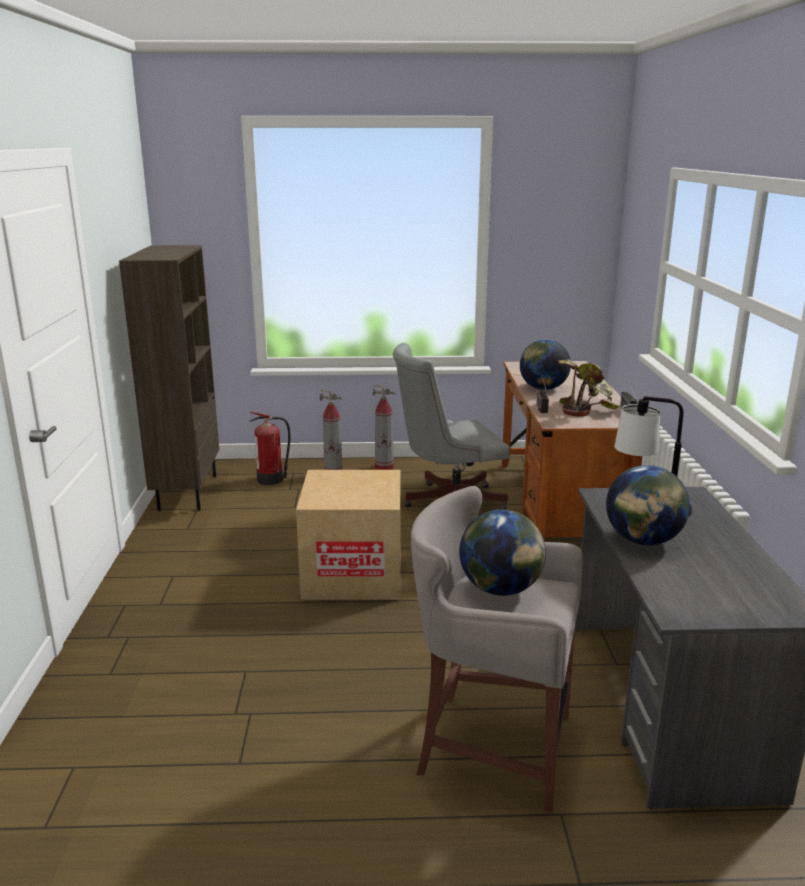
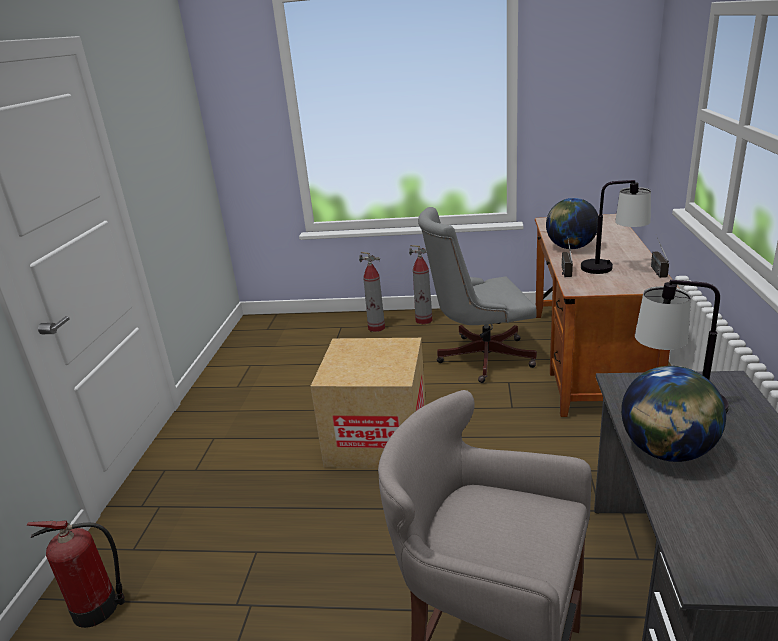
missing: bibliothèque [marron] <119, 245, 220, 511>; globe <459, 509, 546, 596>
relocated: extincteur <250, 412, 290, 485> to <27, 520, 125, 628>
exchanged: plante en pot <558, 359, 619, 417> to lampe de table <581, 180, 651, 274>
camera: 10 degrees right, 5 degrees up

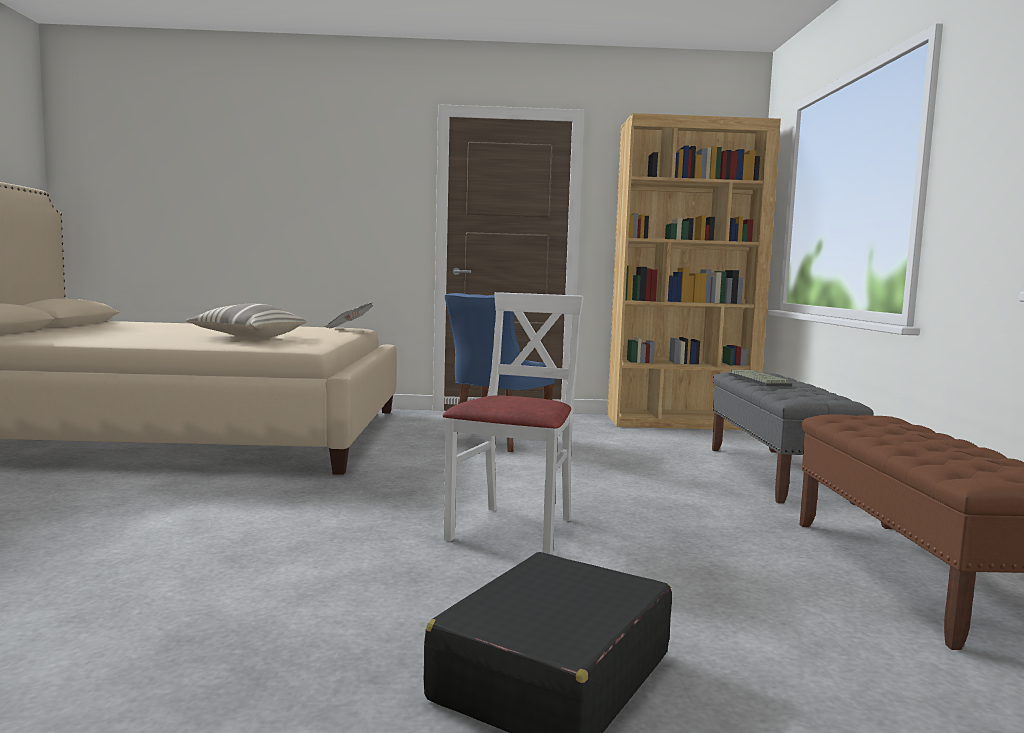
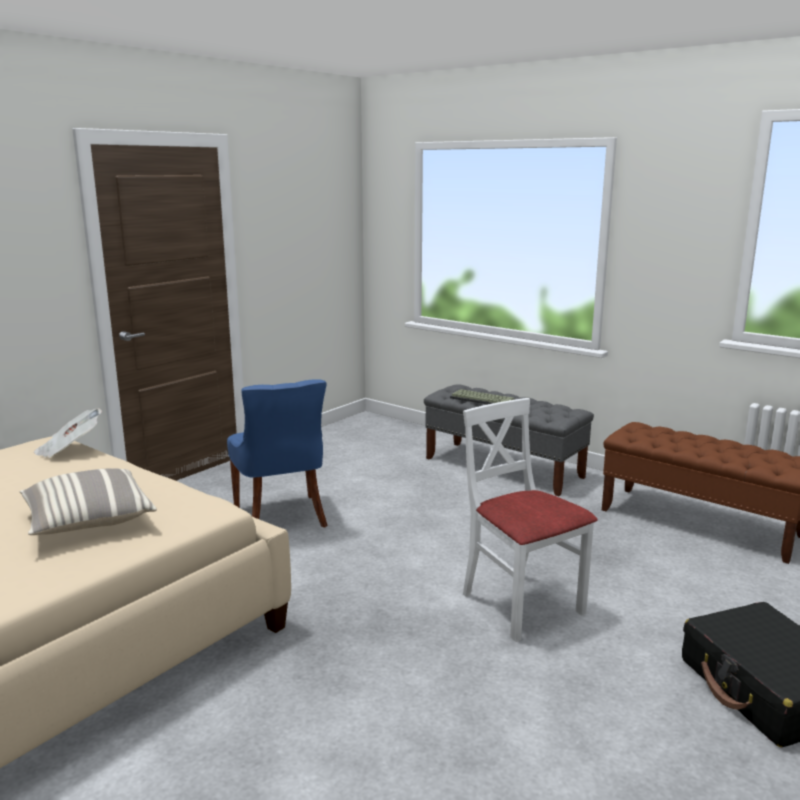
missing: bibliothèque [marron] <607, 113, 781, 430>
camera: 50 degrees left, 10 degrees up

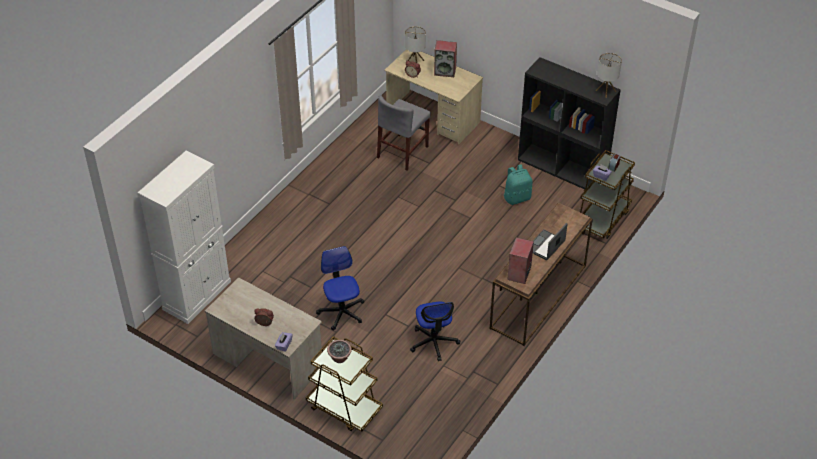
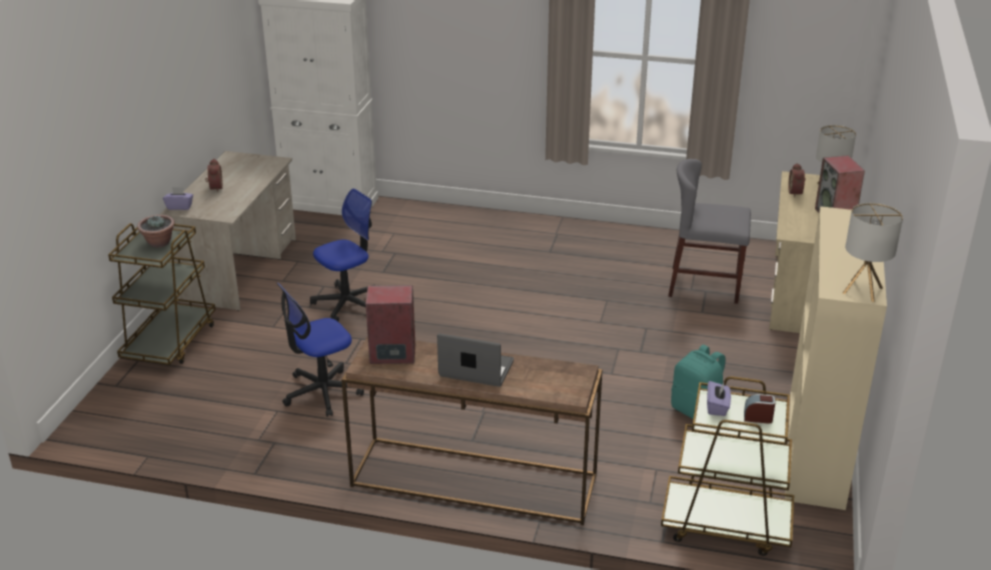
colour: bibliothèque [noir] <518, 57, 621, 189> to bibliothèque [beige] <785, 206, 887, 510>
camera: 70 degrees right, 15 degrees down

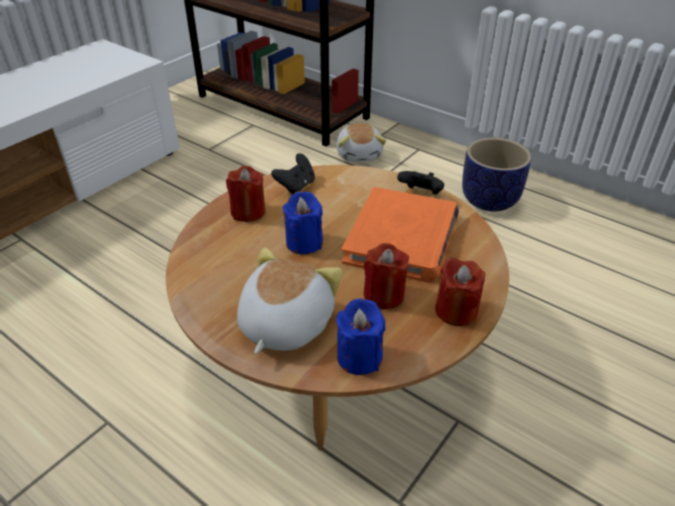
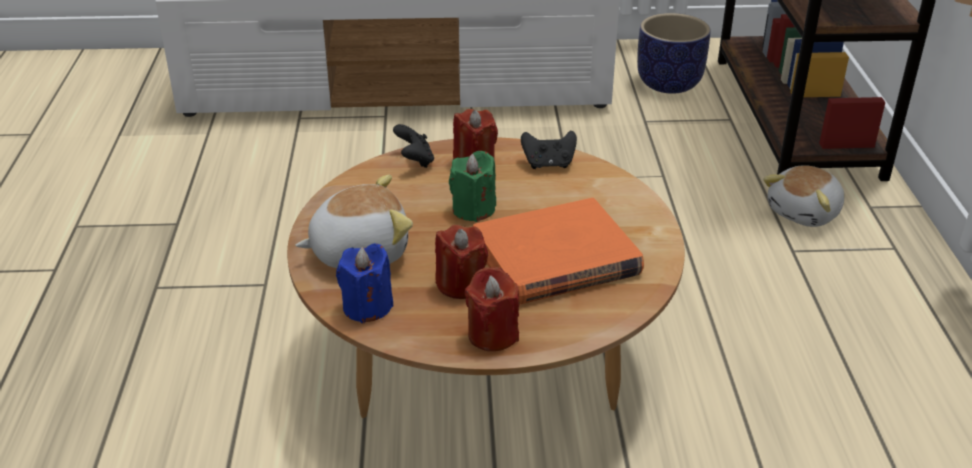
relocated: manette [noir] <397, 171, 444, 194> to <393, 124, 434, 168>; cache-pot <462, 138, 532, 212> to <637, 13, 711, 94>
colour: bougie [bleu] <282, 191, 323, 254> to bougie [vert] <449, 151, 496, 222>
camera: 50 degrees right, 5 degrees down

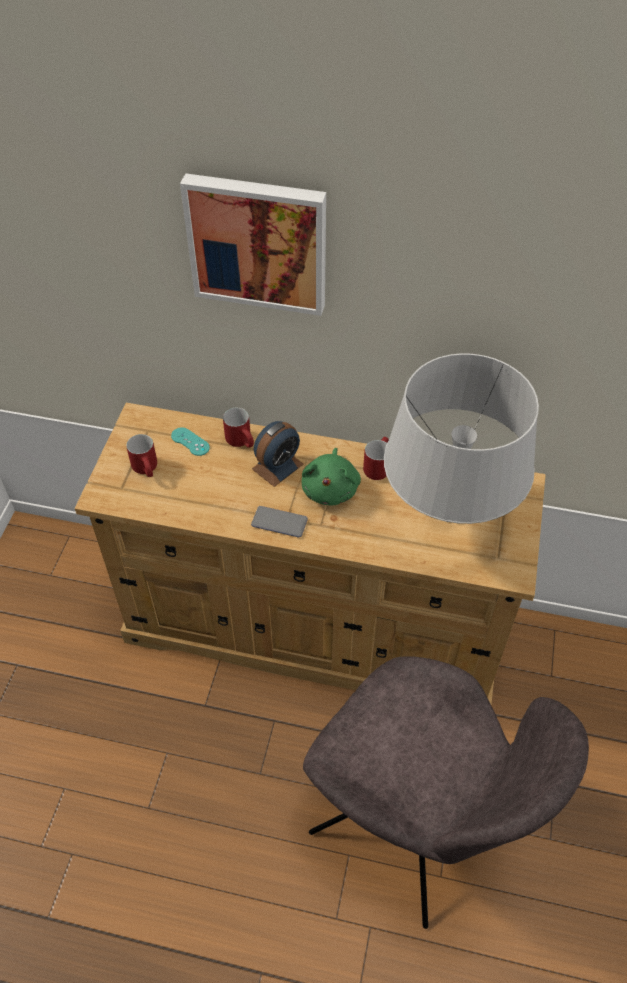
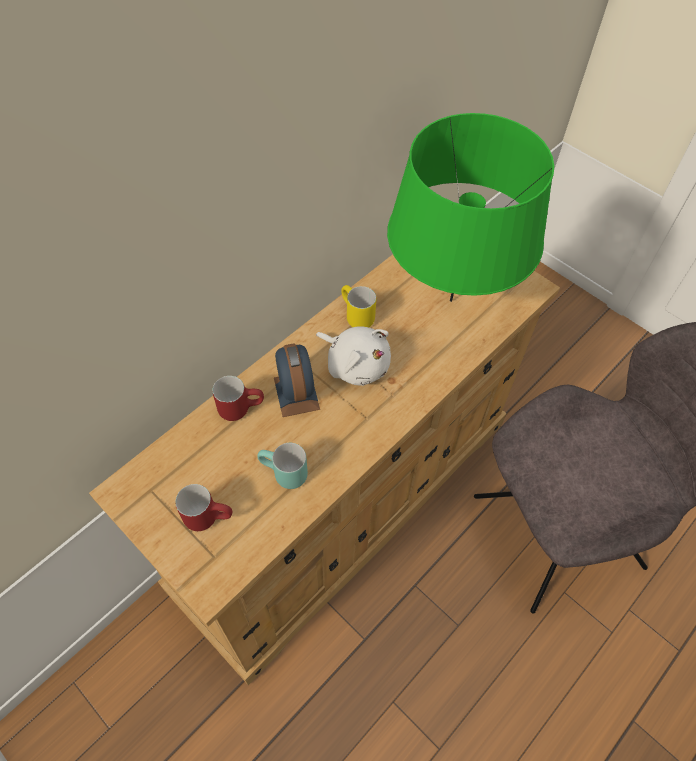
missing: manette [turquoise] <171, 427, 210, 456>; tableau <180, 173, 326, 316>; téléphone <251, 506, 308, 537>
appeared: mug [turquoise] <257, 443, 308, 489>
colour: peluche [vert] <301, 448, 361, 505> to peluche [blanc] <316, 326, 391, 386>; mug [rouge] <363, 437, 389, 480> to mug [jaune] <341, 285, 376, 327>; lampe de table [gris] <384, 353, 539, 524> to lampe de table [vert] <387, 113, 554, 302>
camera: 60 degrees left, 5 degrees up

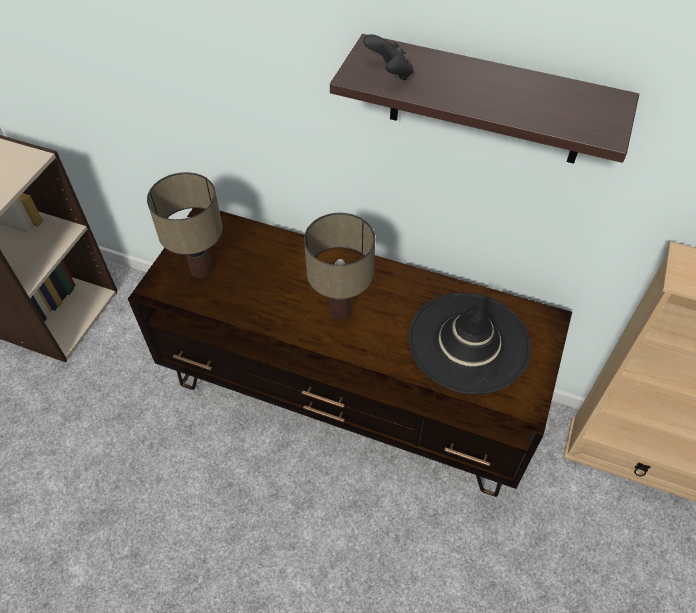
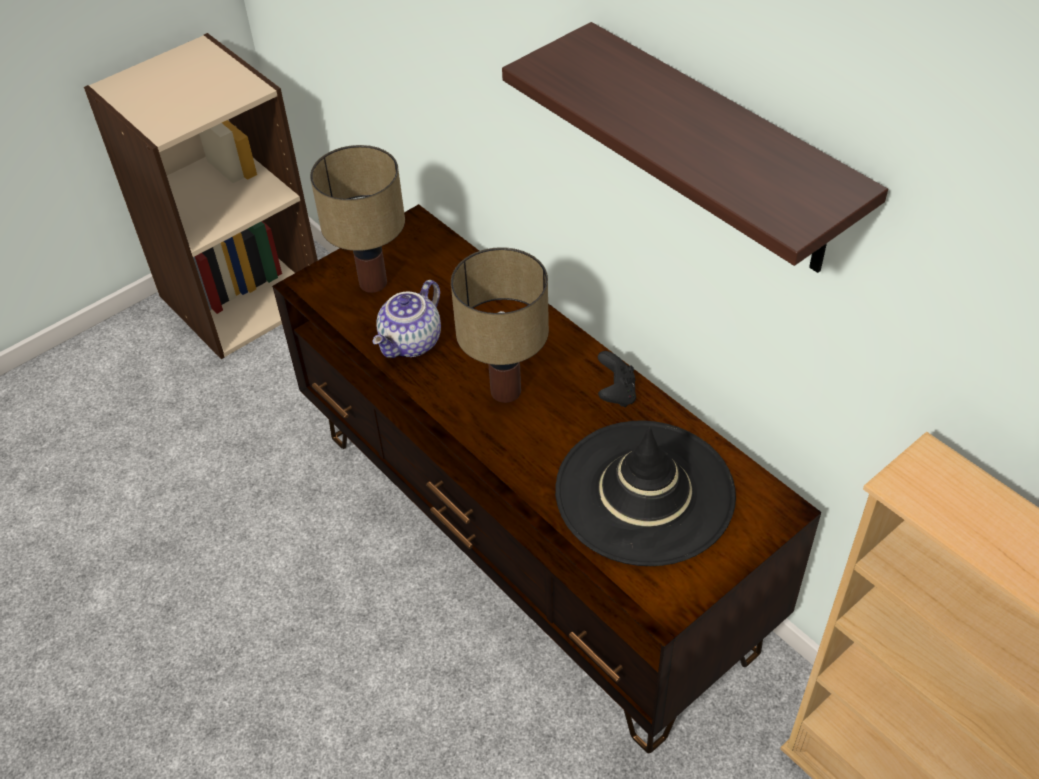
appeared: théière <373, 280, 441, 358>
relocated: manette [noir] <363, 34, 413, 80> to <598, 351, 636, 407>
camera: 30 degrees right, 5 degrees down

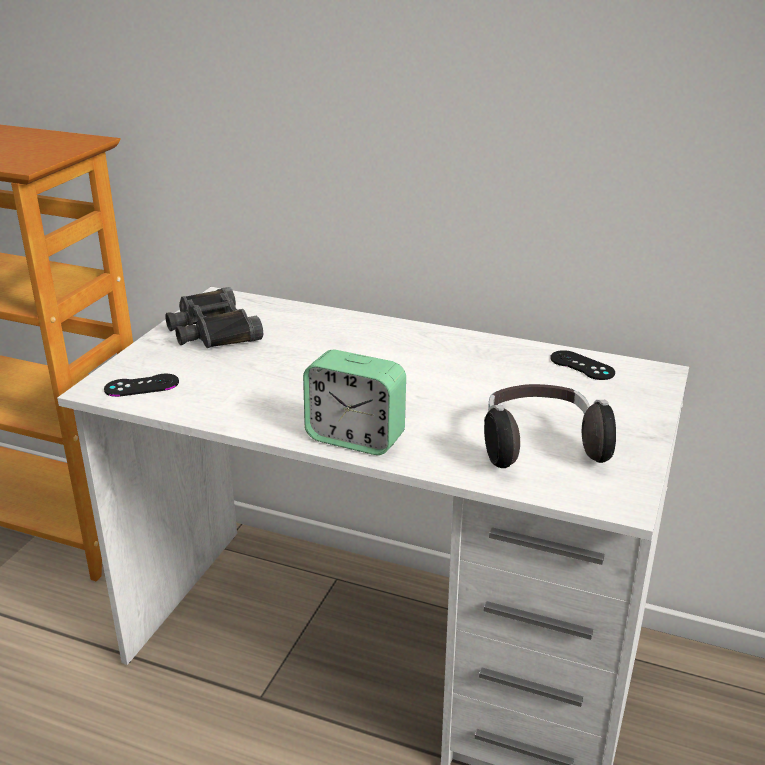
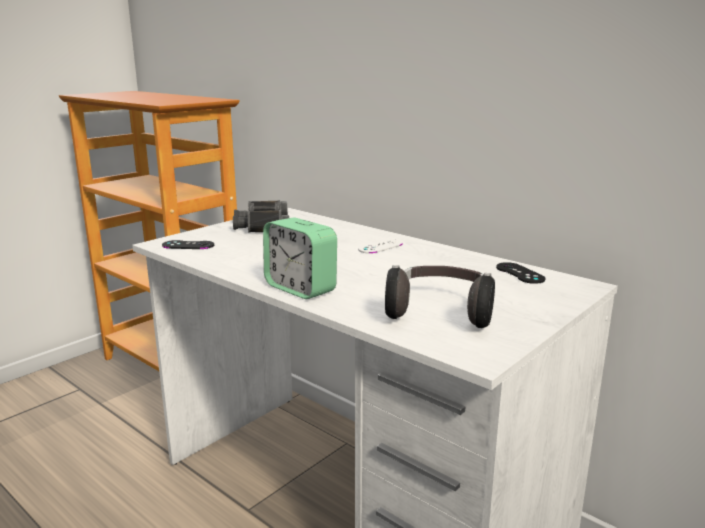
appeared: manette [blanc] <358, 239, 403, 254>
camera: 20 degrees right, 10 degrees down

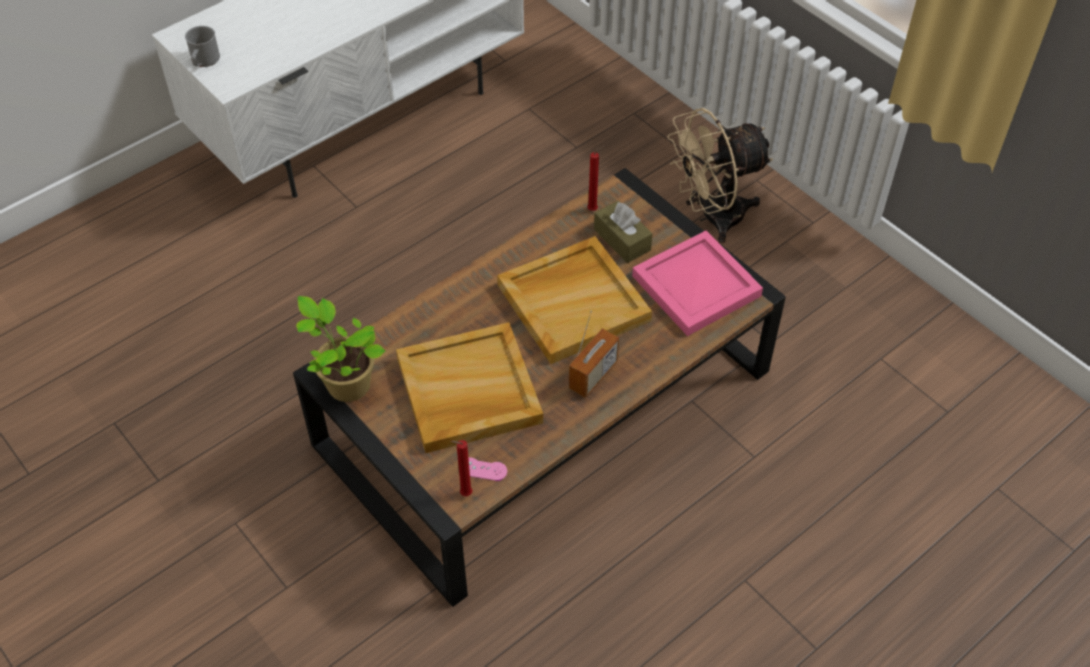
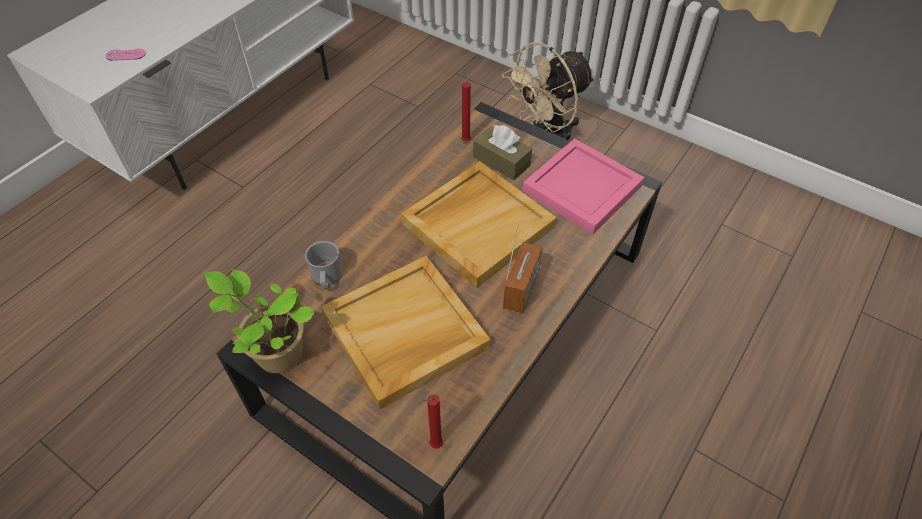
relocated: mug [gris] <185, 26, 220, 67> to <305, 241, 343, 289>; manette [rose] <469, 458, 507, 481> to <106, 48, 146, 61>
camera: 15 degrees left, 0 degrees up

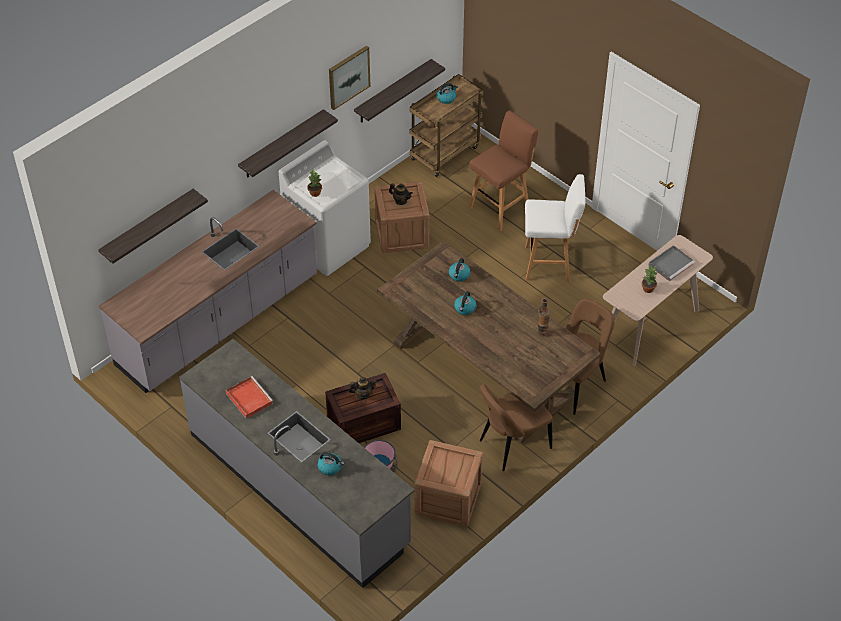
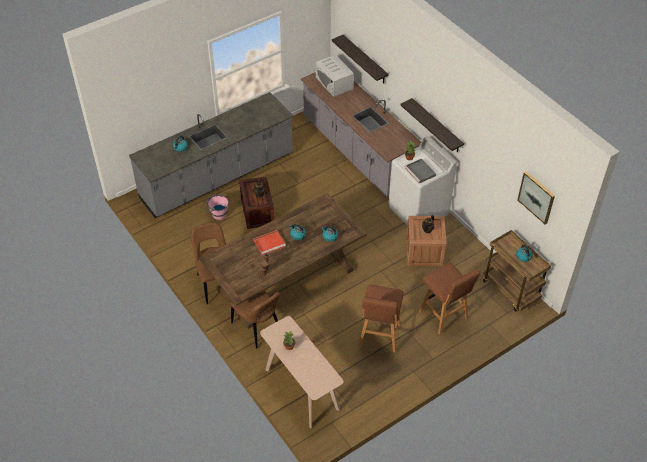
missing: étagère <354, 59, 445, 123>; caisse <414, 440, 483, 527>
appeared: micro-ondes [blanc] <316, 54, 354, 97>
relocated: plateau [rouge] <225, 376, 273, 419> to <253, 230, 286, 255>; tableau <329, 45, 370, 110> to <517, 171, 555, 224>; plateau [gris] <649, 245, 695, 281> to <405, 159, 436, 183>
colour: tabouret [blanc] <525, 174, 585, 282> to tabouret [marron] <359, 285, 403, 352>
camera: 100 degrees right, 0 degrees up

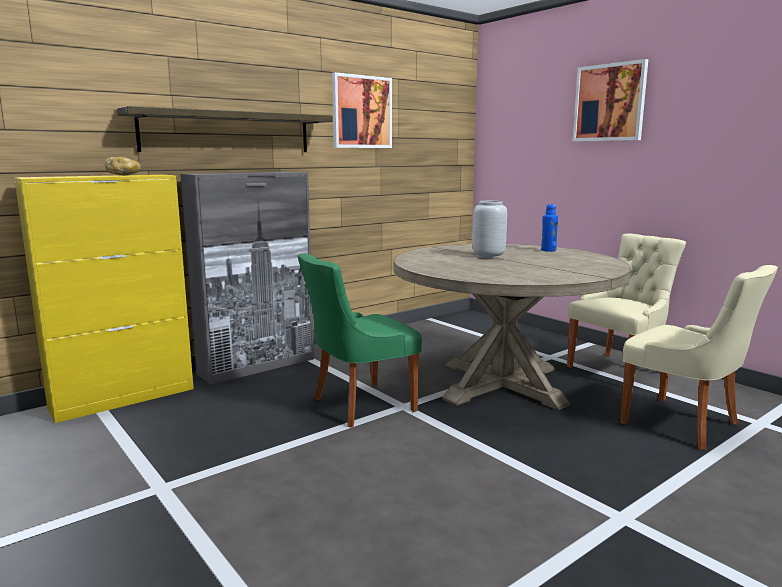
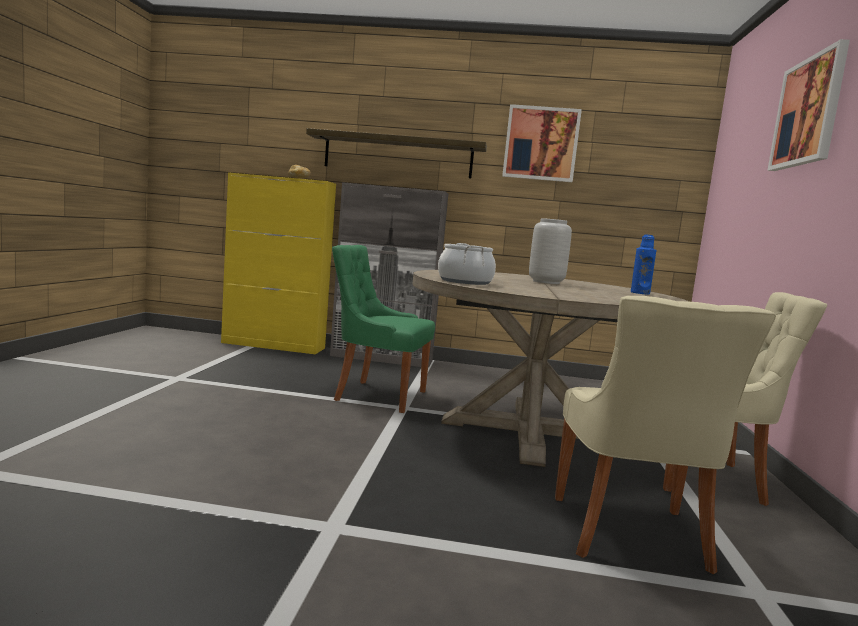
appeared: marmite <438, 243, 496, 285>
camera: 45 degrees right, 5 degrees down

